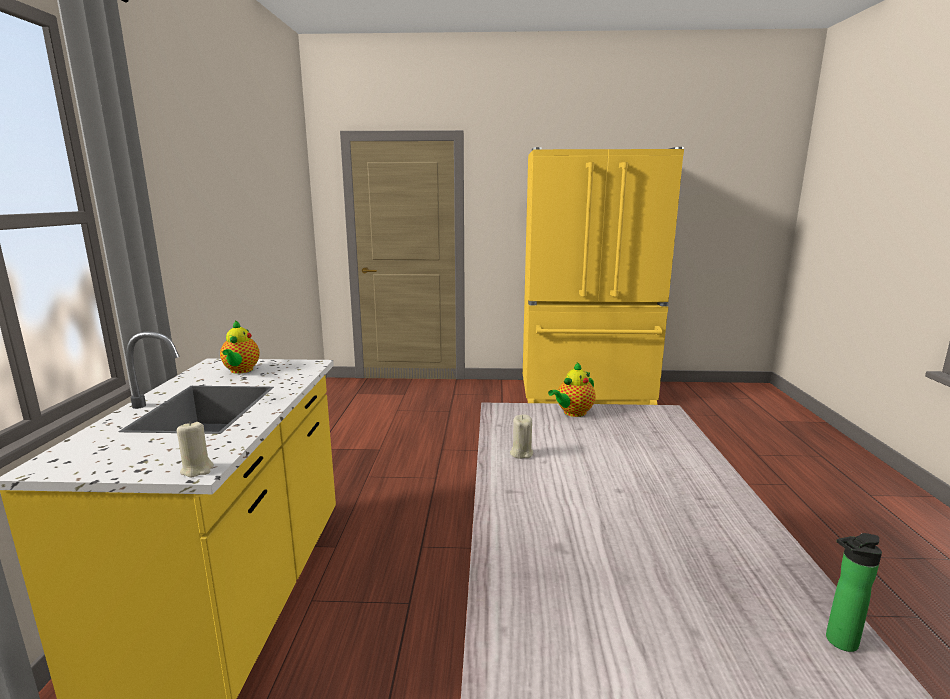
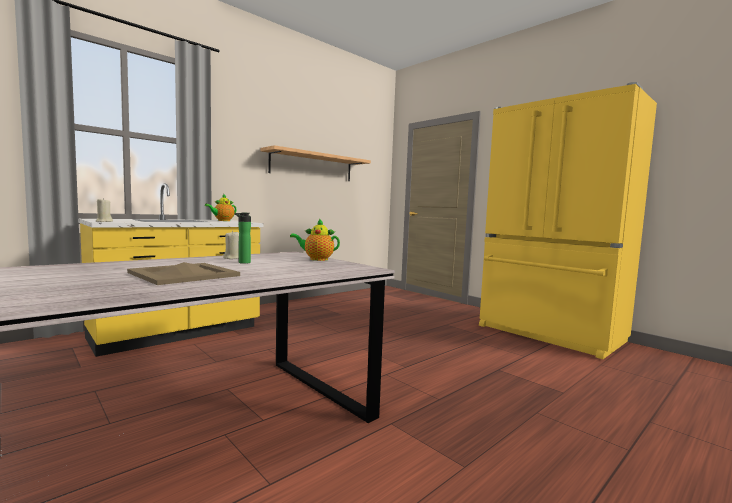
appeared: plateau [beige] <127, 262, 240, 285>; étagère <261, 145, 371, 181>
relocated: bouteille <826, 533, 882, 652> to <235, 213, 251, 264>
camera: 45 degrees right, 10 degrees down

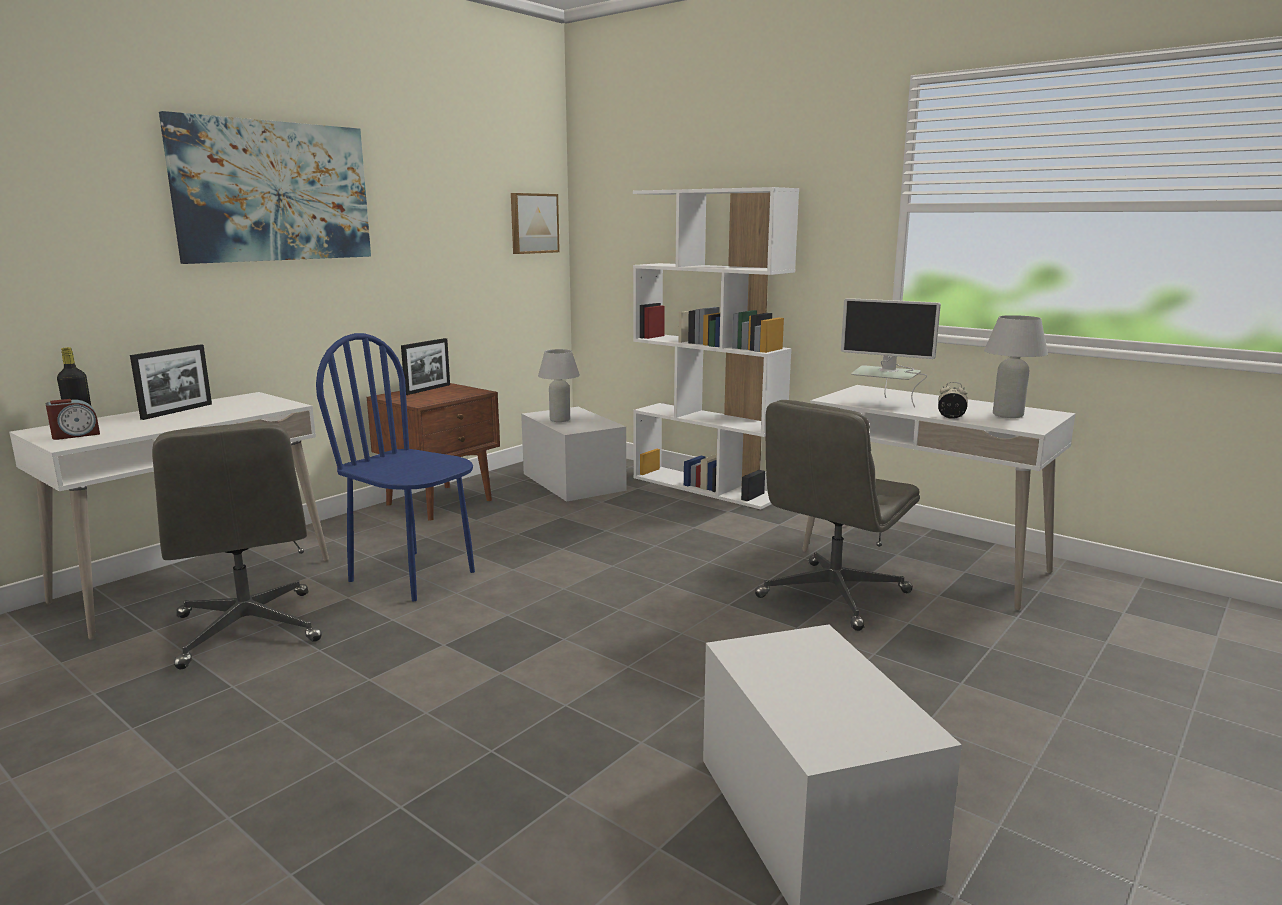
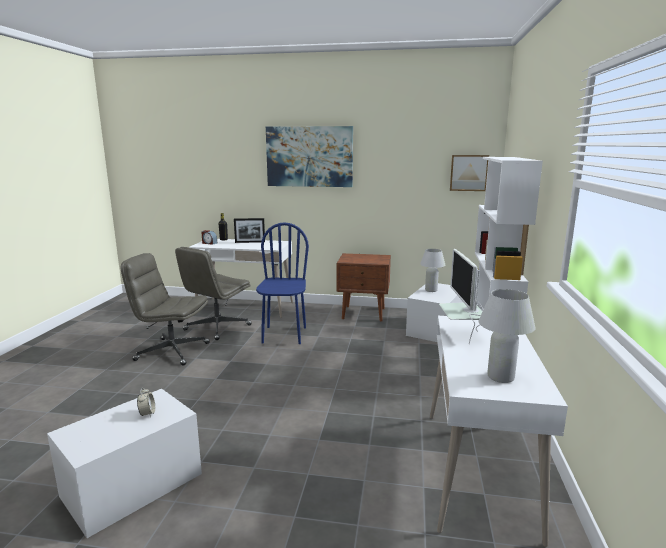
missing: cadre photo <401, 338, 450, 395>
relocated: chaise de bureau [gris] <755, 400, 920, 631> to <121, 253, 210, 366>; réveil <938, 382, 968, 419> to <137, 387, 155, 418>
camera: 60 degrees right, 0 degrees up

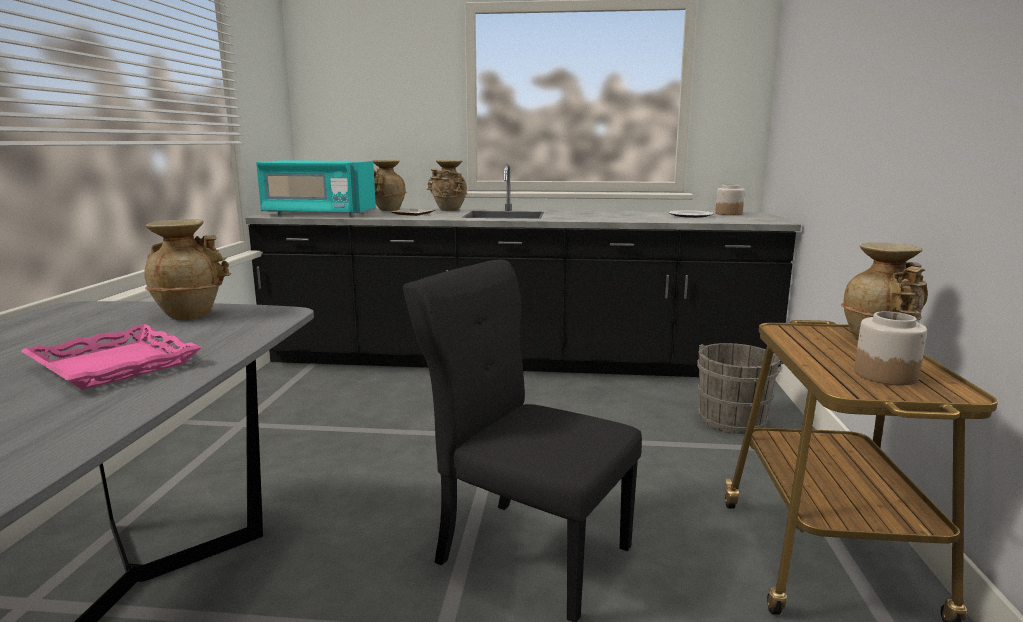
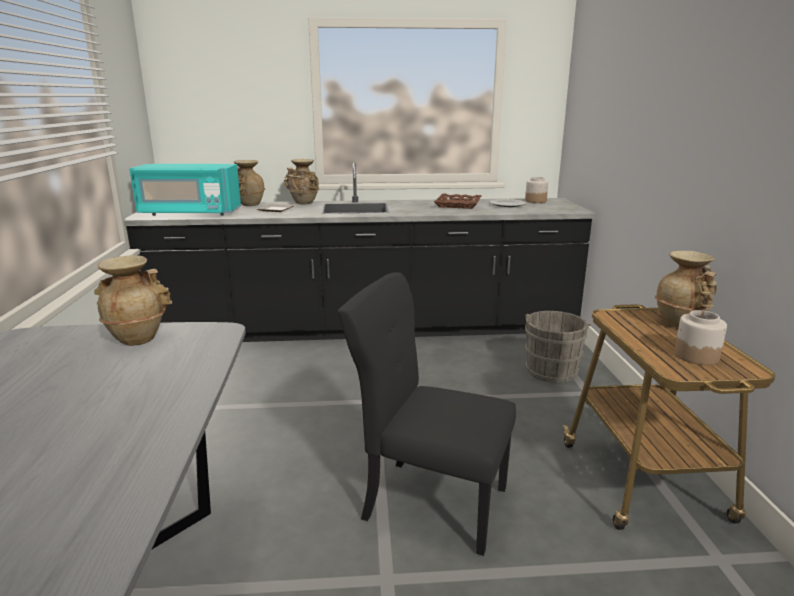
missing: plateau [rose] <21, 324, 202, 390>
appeared: plateau [marron] <434, 194, 481, 209>
camera: 10 degrees left, 5 degrees up

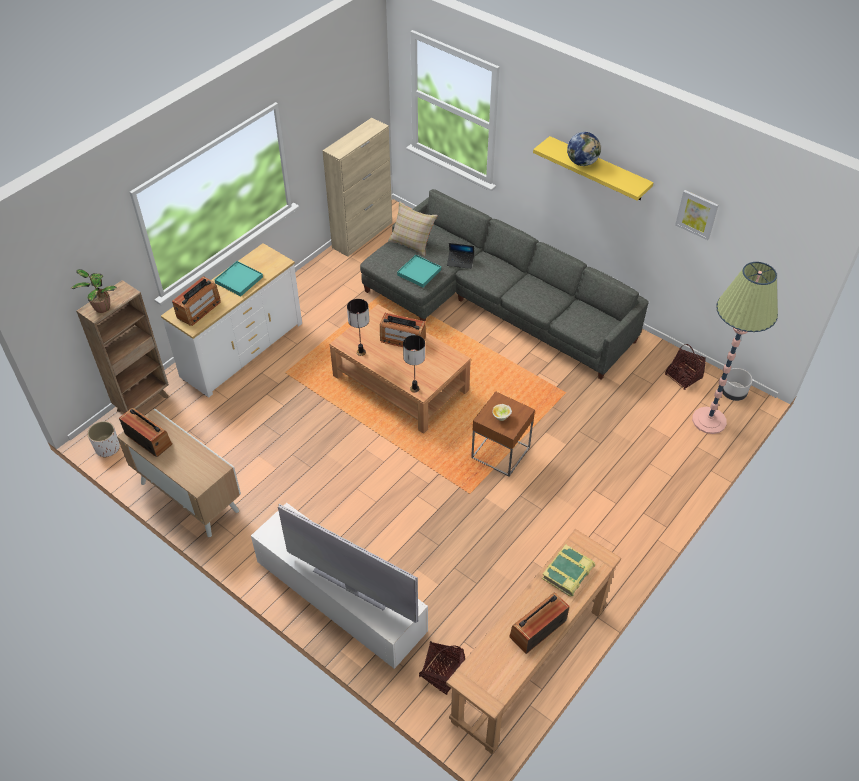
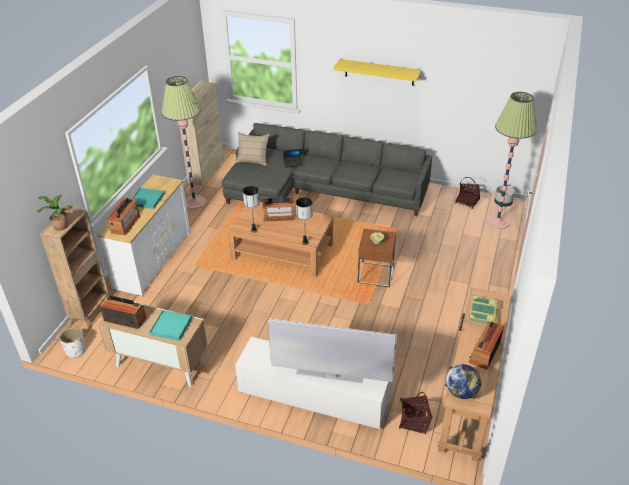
missing: tableau <675, 190, 718, 240>
appeared: lampadaire <162, 76, 206, 209>
relocated: plateau [turquoise] <397, 255, 441, 287> to <150, 310, 192, 341>; globe <567, 132, 601, 166> to <446, 364, 481, 399>
camera: 20 degrees left, 10 degrees down

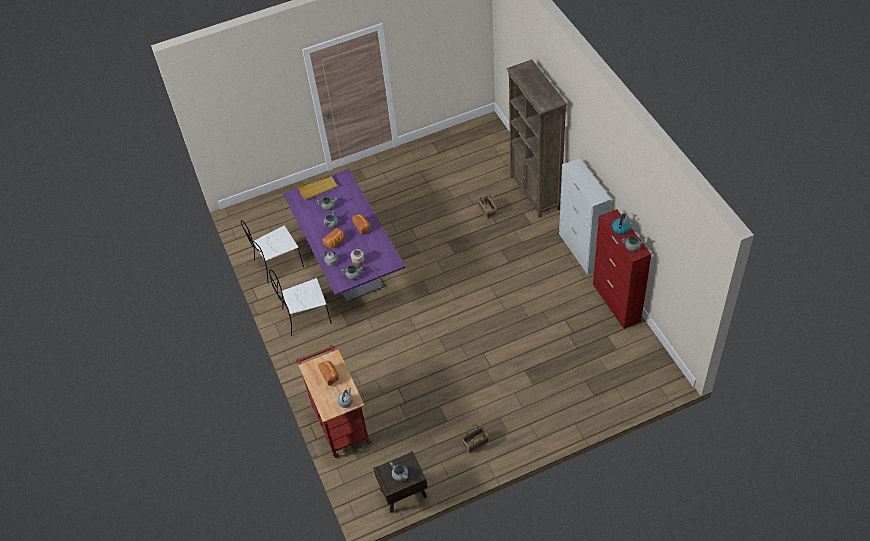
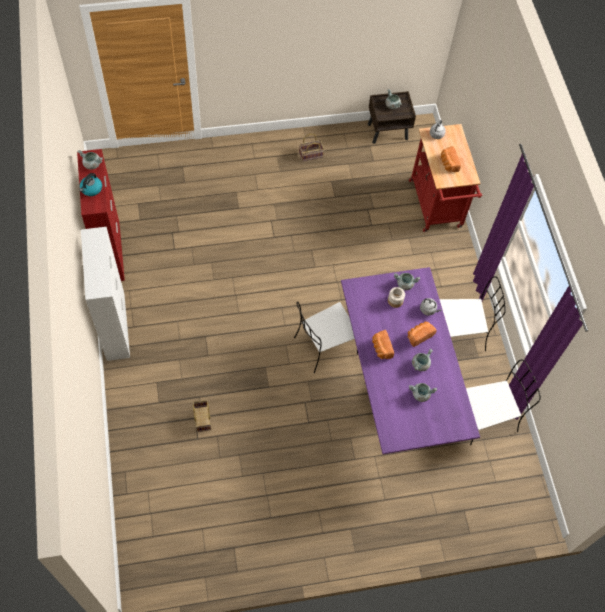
missing: plateau [beige] <298, 175, 338, 200>; bibliothèque [marron] <507, 60, 567, 218>
appeared: chaise [blanc] <294, 301, 358, 373>
camera: 175 degrees left, 10 degrees up

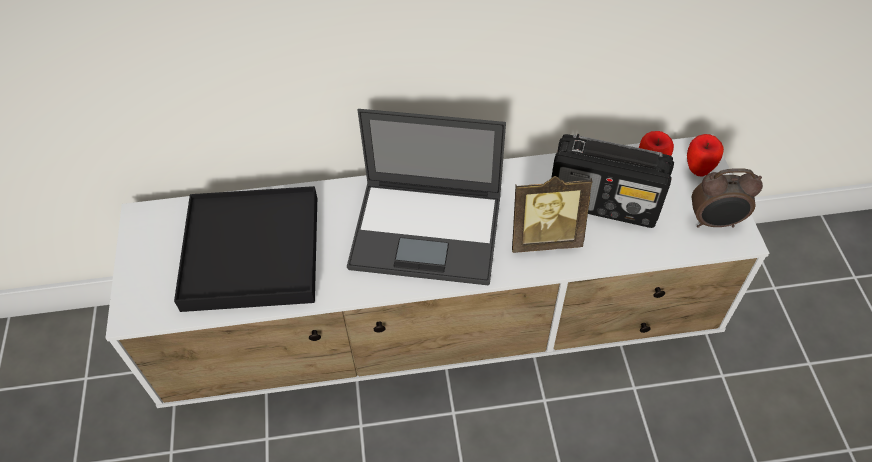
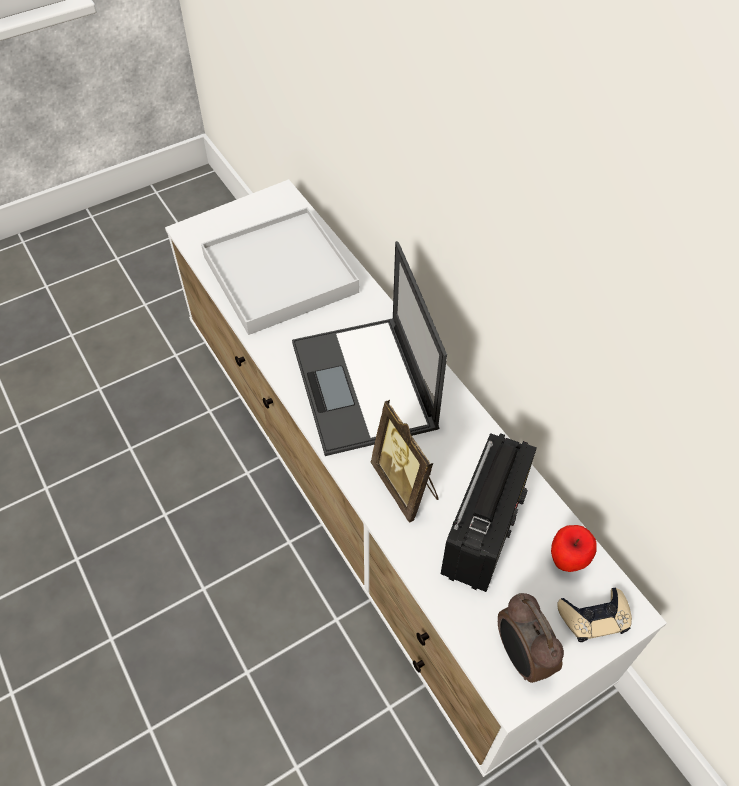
exchanged: pomme <687, 134, 724, 176> to manette [beige] <557, 588, 632, 642>
colour: plateau [noir] <174, 186, 317, 312> to plateau [blanc] <201, 207, 359, 335>
spun: radio <551, 134, 674, 228> = <441, 433, 537, 592> 150 degrees counterclockwise
camera: 65 degrees right, 0 degrees up

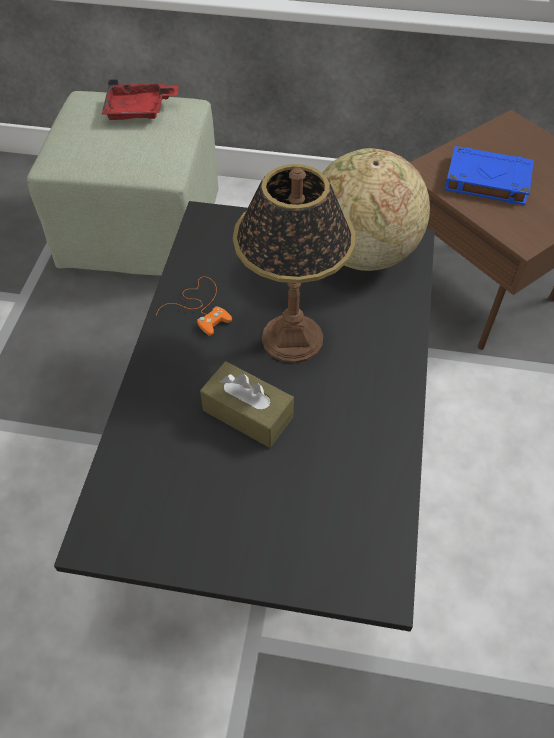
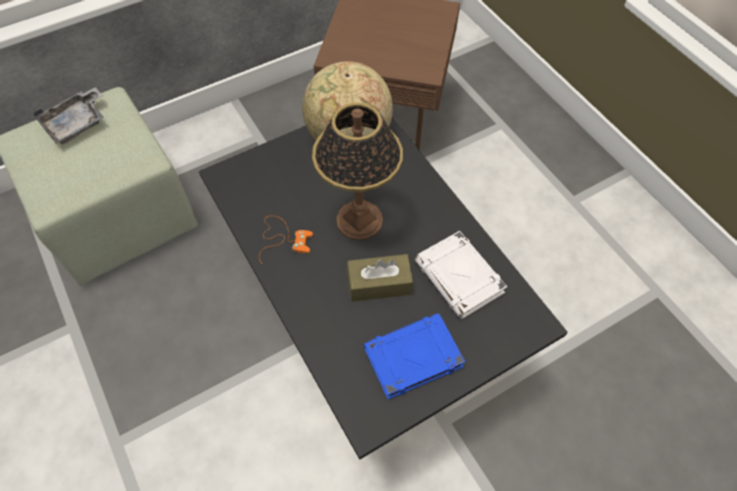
appeared: livre [blanc] <415, 231, 507, 319>
relocated: livre [bleu] <444, 146, 534, 205> to <363, 313, 465, 399>
colour: plateau [rouge] <101, 79, 179, 120> to plateau [gris] <33, 87, 104, 145>
camera: 40 degrees left, 5 degrees up

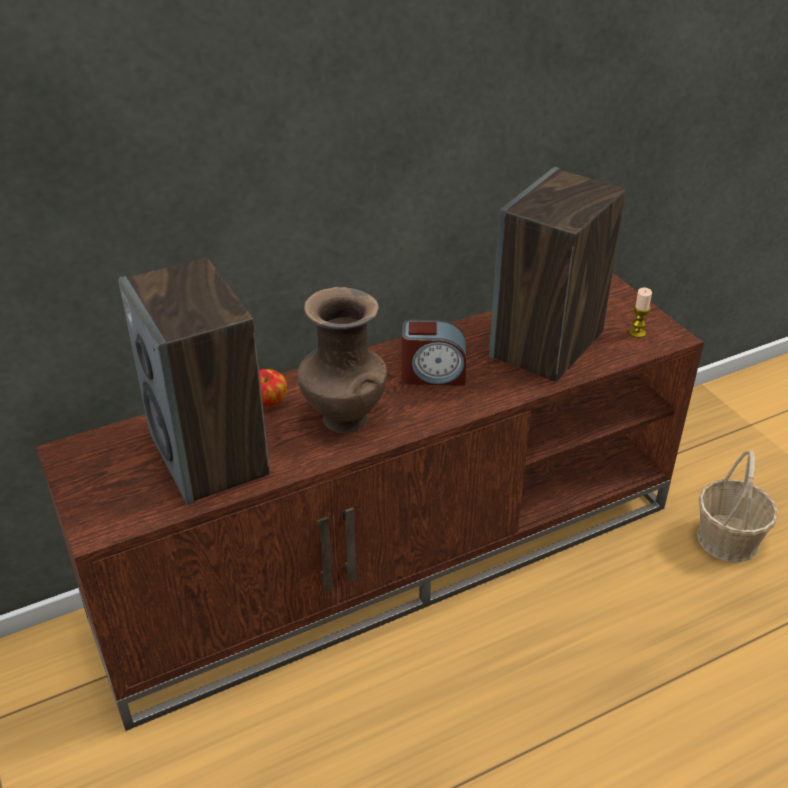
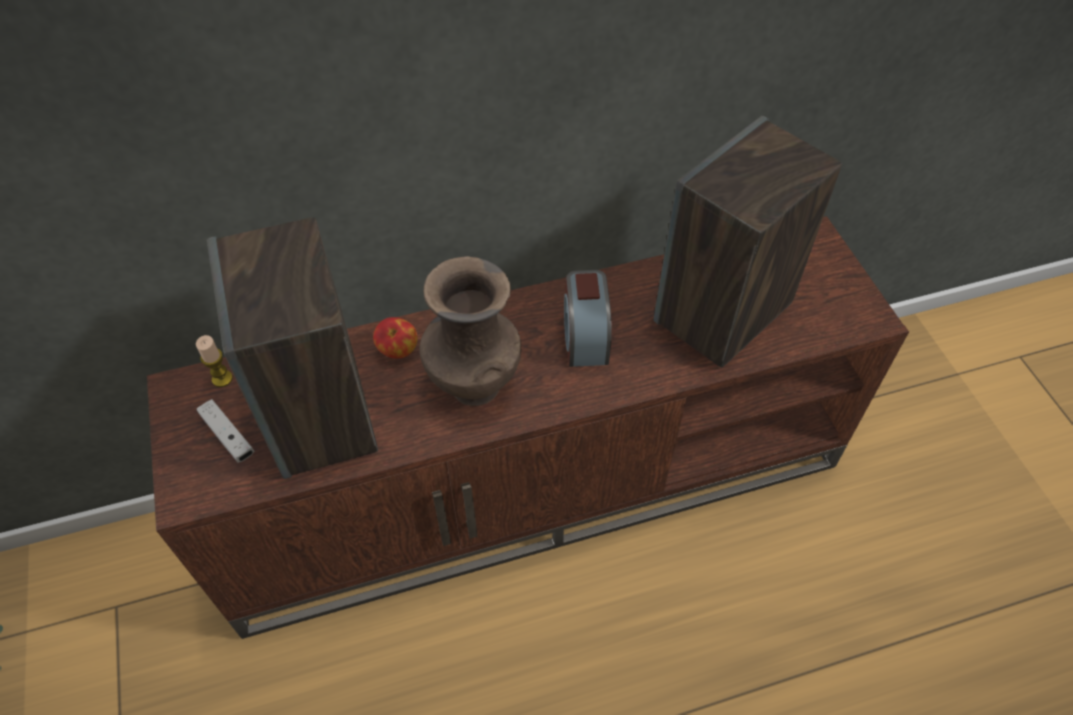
missing: panier <697, 450, 778, 562>
appeared: manette [blanc] <196, 399, 255, 463>
relocated: bougie <629, 288, 652, 338> to <196, 335, 233, 387>
spun: réveil <401, 319, 466, 386> = <564, 270, 612, 367> 75 degrees clockwise
camera: 10 degrees right, 15 degrees up

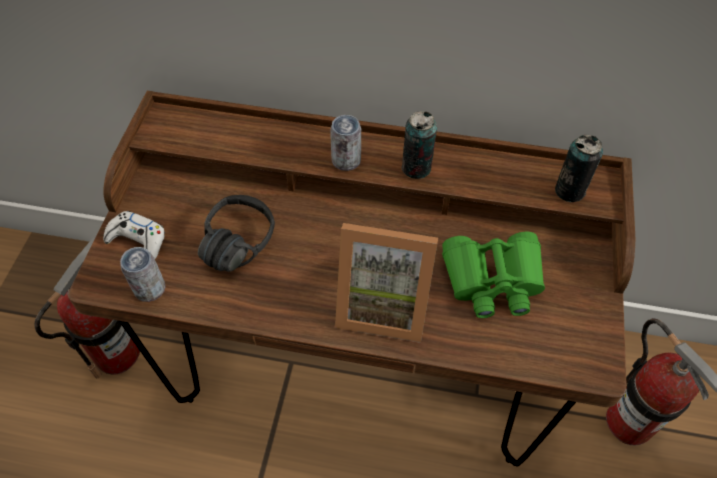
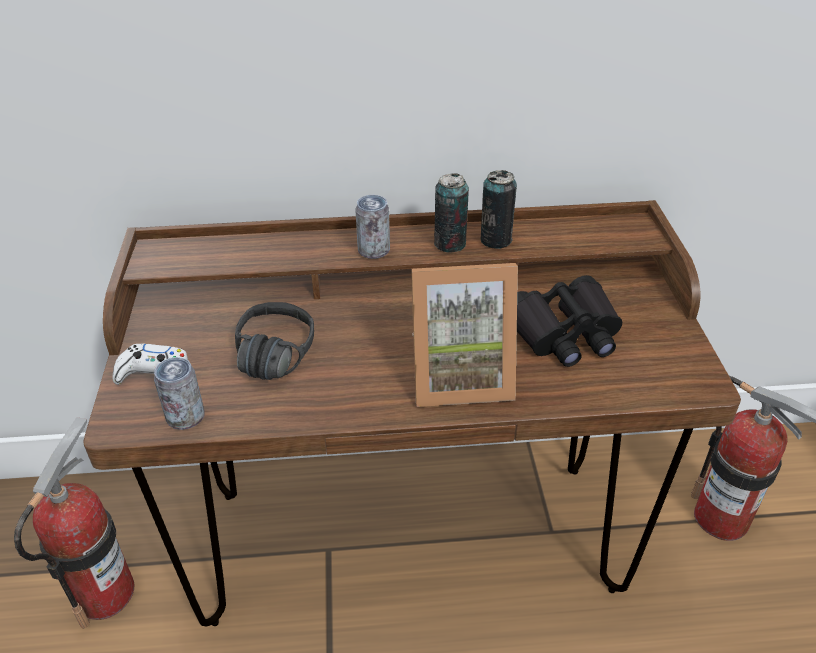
relocated: boîte métallique <555, 135, 603, 202> to <480, 170, 517, 249>
colour: jumelles [vert] <442, 232, 545, 318> to jumelles [noir] <517, 275, 622, 367>
camera: 15 degrees left, 15 degrees down

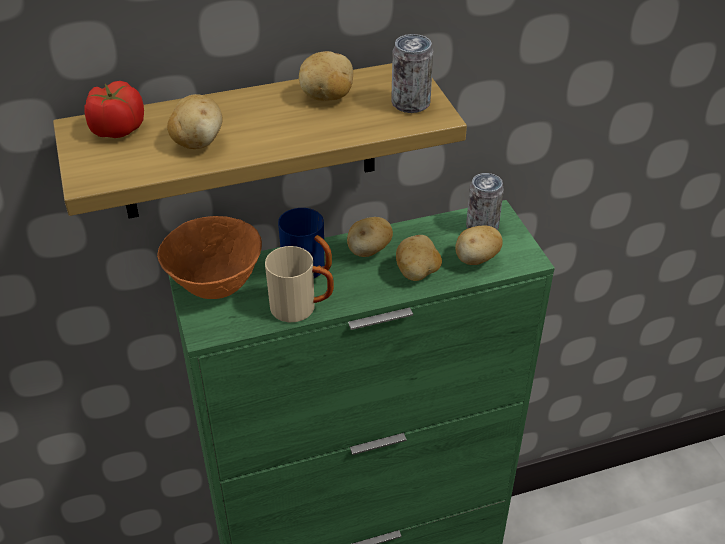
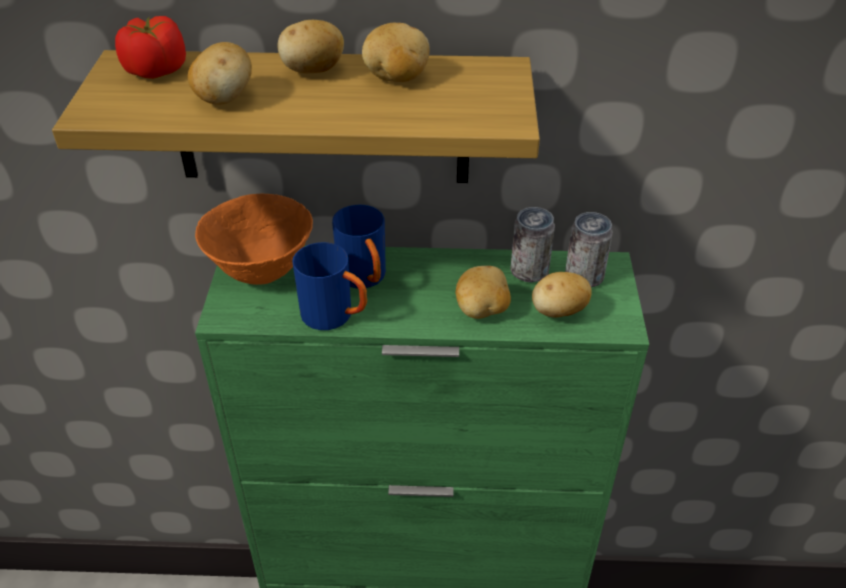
relocated: pomme de terre <347, 217, 393, 257> to <277, 20, 344, 73>; boîte métallique <391, 34, 433, 113> to <510, 207, 555, 282>
colour: mug [beige] <265, 246, 334, 322> to mug [bleu] <293, 242, 367, 330>
camera: 20 degrees right, 0 degrees up

